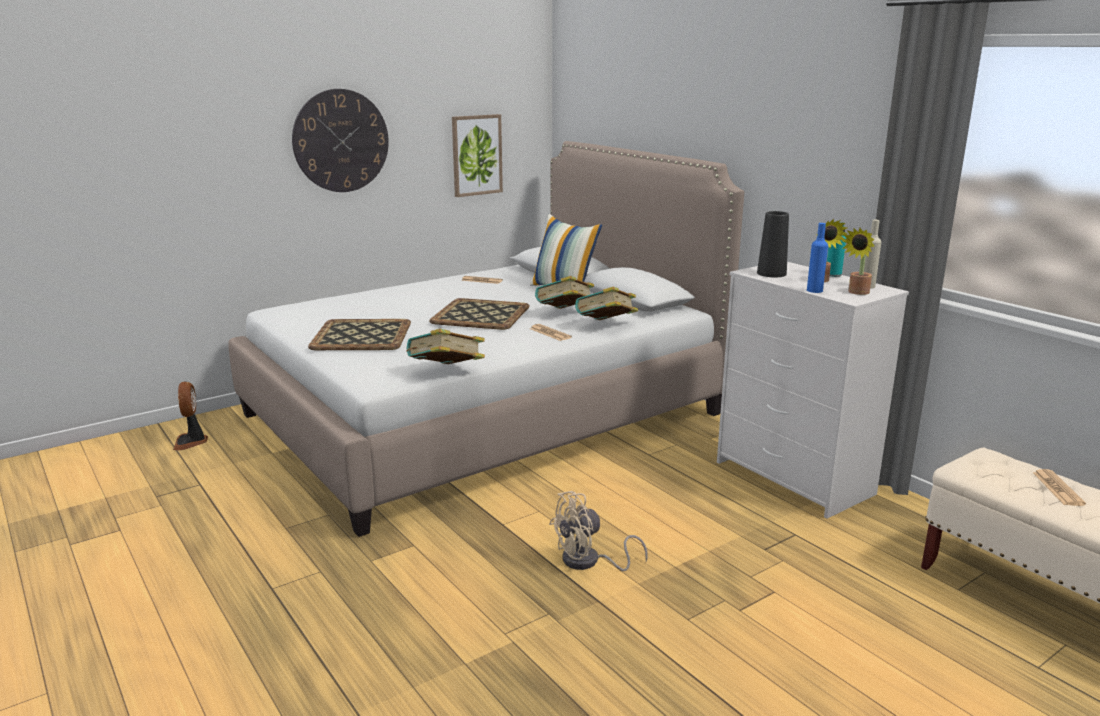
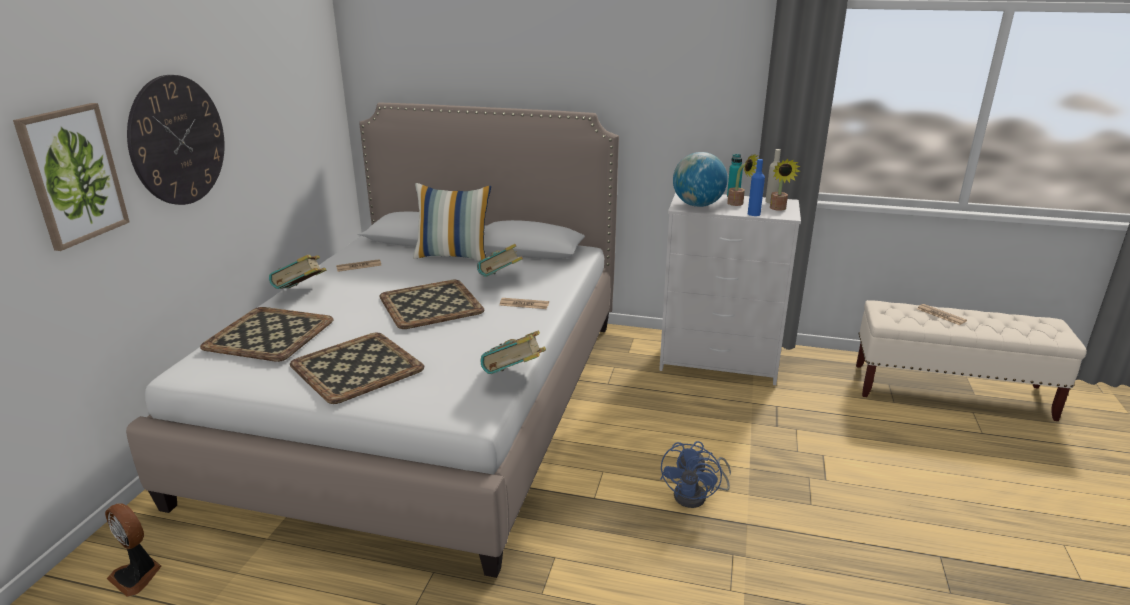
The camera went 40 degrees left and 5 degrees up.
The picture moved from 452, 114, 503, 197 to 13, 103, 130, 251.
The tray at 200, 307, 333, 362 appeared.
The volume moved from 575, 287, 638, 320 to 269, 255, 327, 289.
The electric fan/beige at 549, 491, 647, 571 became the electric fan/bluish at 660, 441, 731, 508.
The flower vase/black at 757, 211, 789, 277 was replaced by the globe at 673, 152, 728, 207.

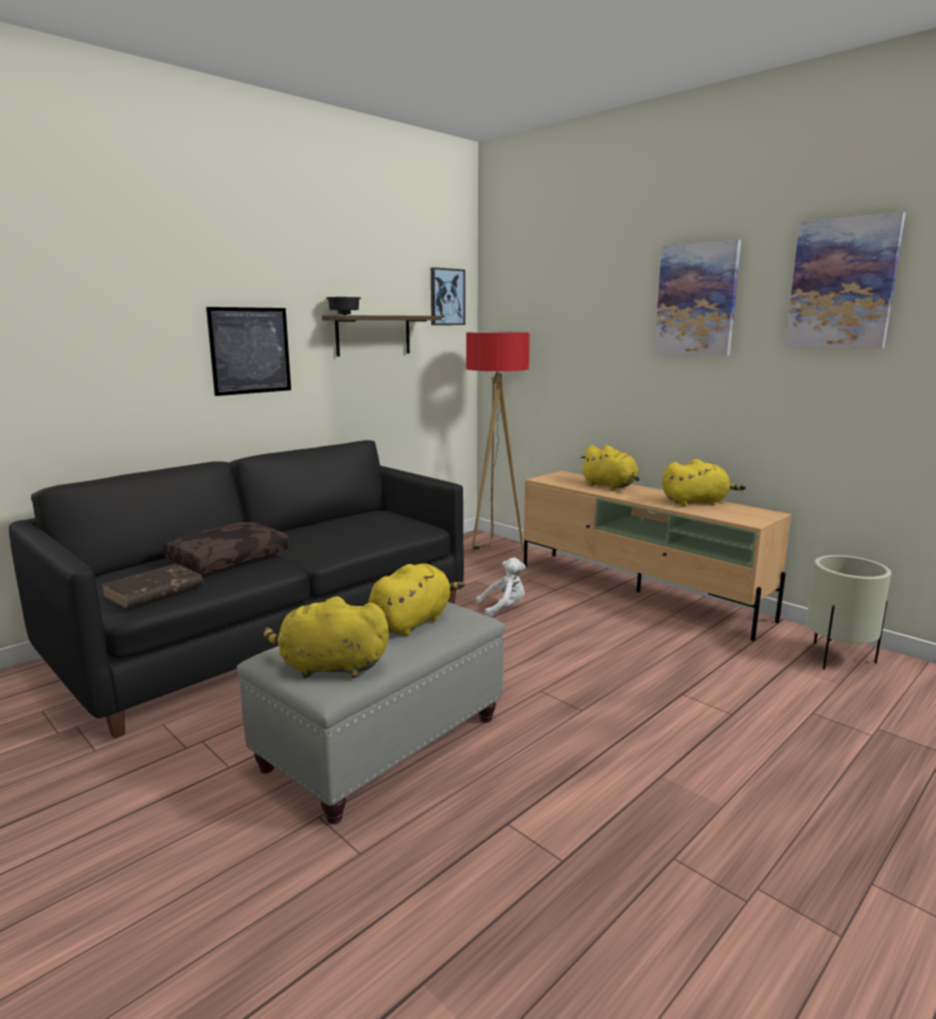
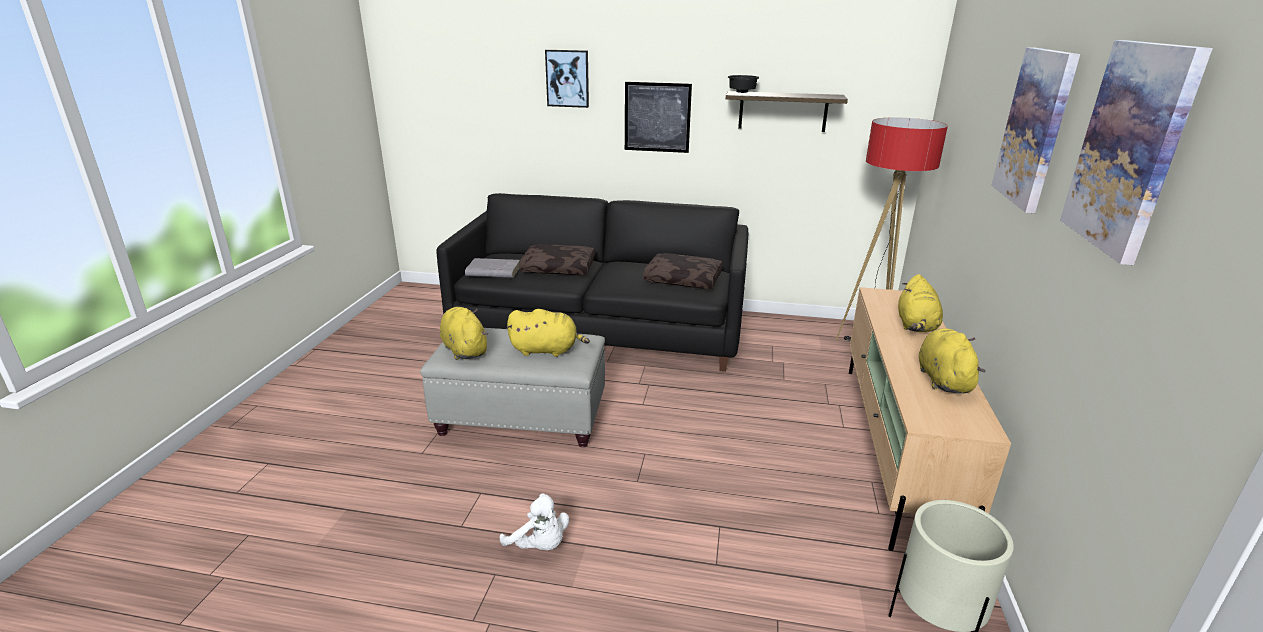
The camera went 55 degrees right and 10 degrees up.
The volume/brown at 101, 564, 203, 609 became the volume/grey at 465, 258, 520, 278.
The cuddly toy/white moved from 476, 558, 526, 617 to 500, 493, 569, 550.
The picture moved from 431, 267, 465, 325 to 545, 50, 589, 108.
The cushion/brown at 643, 253, 723, 289 appeared.
The cuddly toy/yellow at 662, 459, 746, 506 turned 135 degrees counterclockwise.

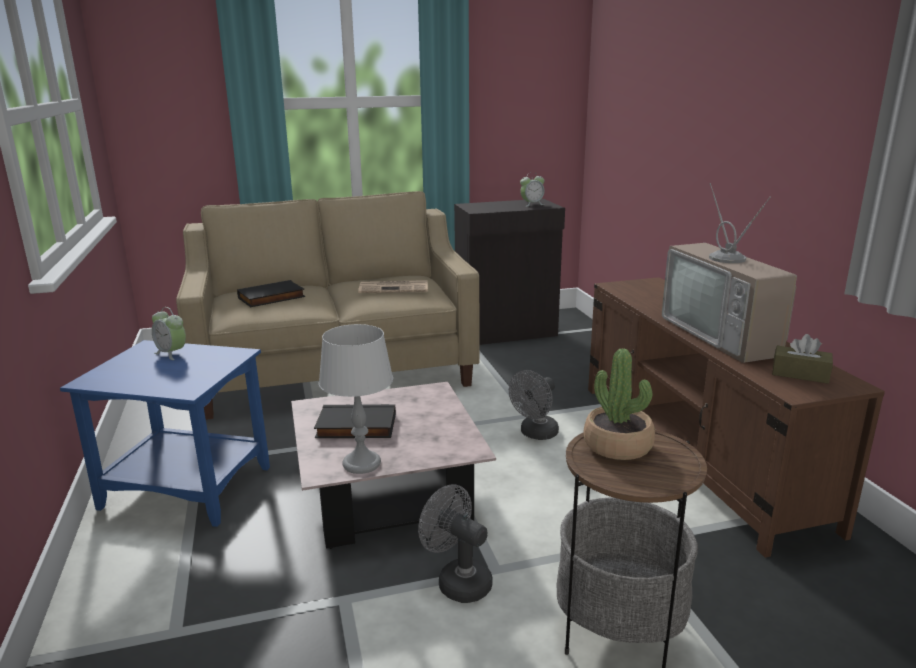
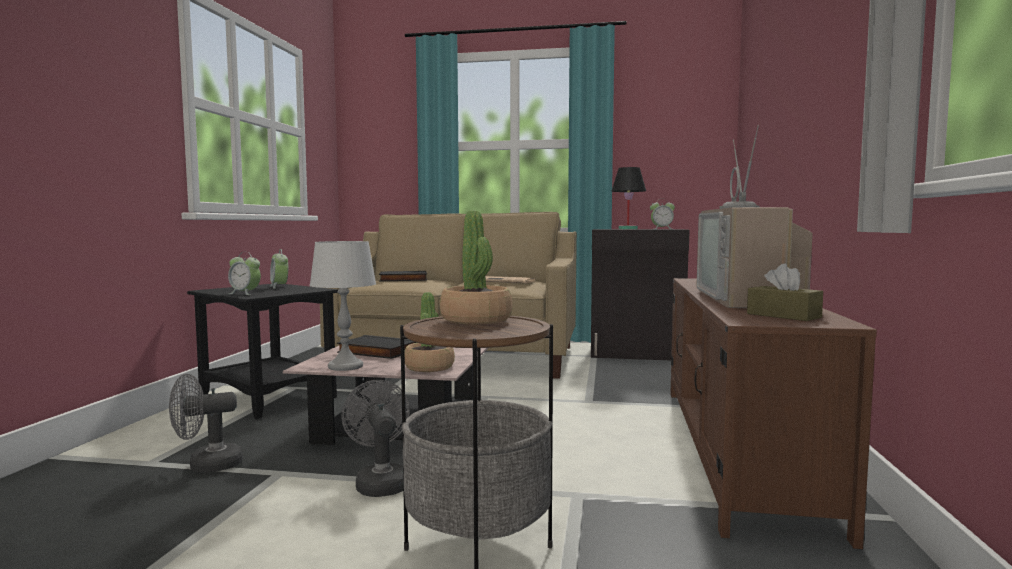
The camera went 25 degrees right and 15 degrees down.
The electric fan/grey moved from 509, 370, 559, 440 to 169, 374, 243, 473.
The side table/bluish at 60, 340, 270, 527 became the side table/black at 187, 284, 339, 419.
The table clock at 228, 252, 261, 295 appeared.
The potted plant at 405, 292, 455, 372 appeared.
The table lamp/black at 611, 167, 646, 229 appeared.

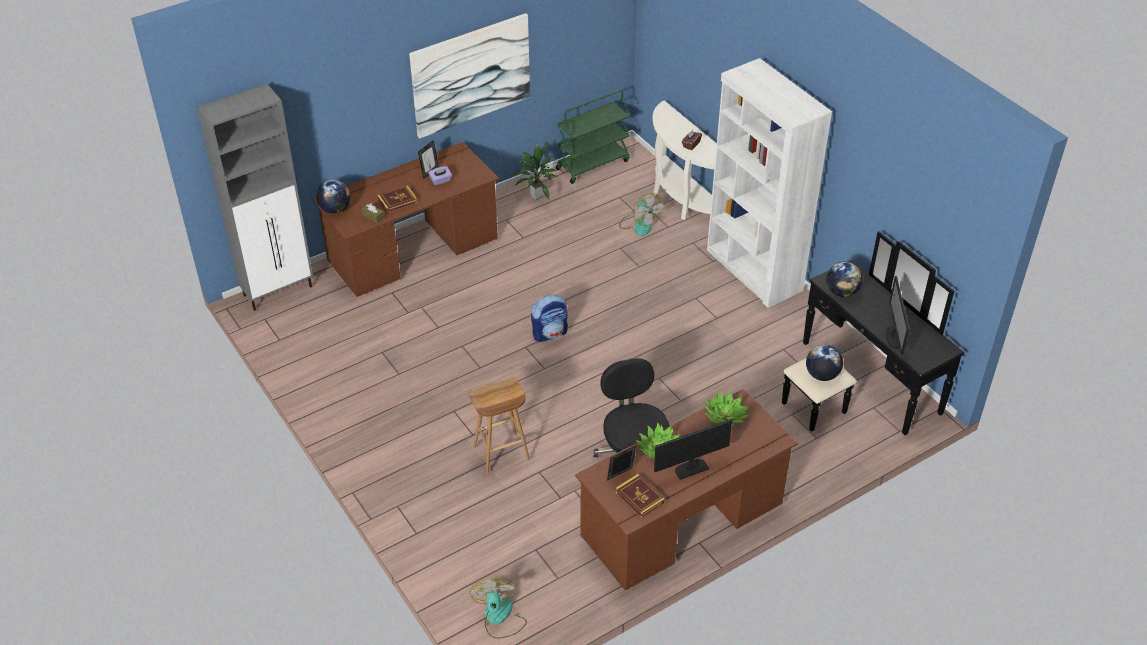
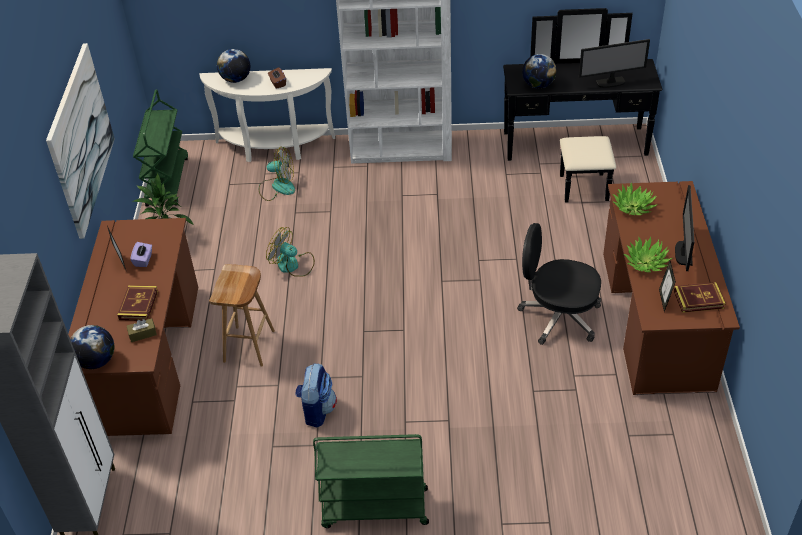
The camera went 55 degrees left and 0 degrees up.
The stool seat/brown moved from 468, 377, 530, 474 to 209, 264, 275, 367.
The globe moved from 806, 344, 843, 381 to 217, 49, 250, 83.
The electric fan moved from 469, 578, 527, 639 to 266, 227, 315, 277.
The knapsack moved from 531, 294, 568, 342 to 295, 363, 337, 427.
The cart/greenish at 313, 434, 429, 528 appeared.
The computer screen at 886, 276, 909, 355 turned 45 degrees counterclockwise.

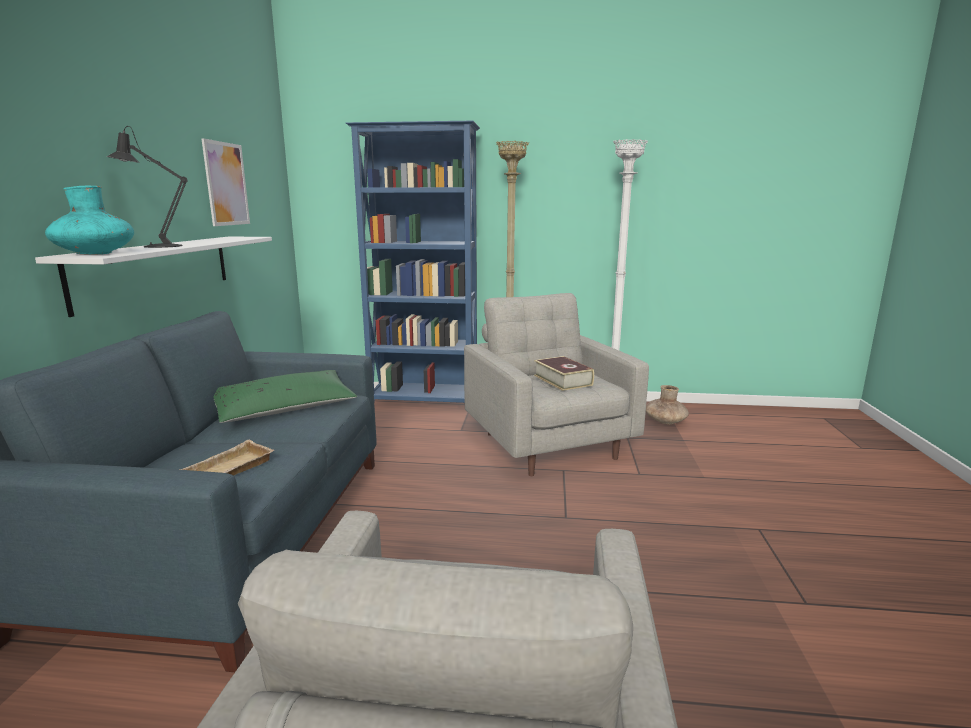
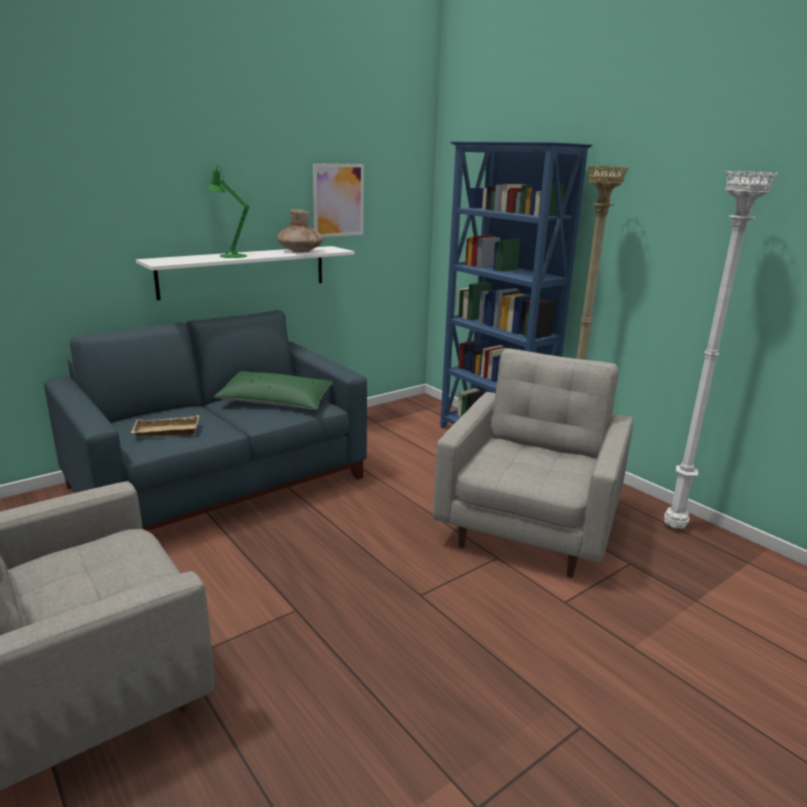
The camera went 45 degrees right and 5 degrees up.
The table lamp/black at 107, 126, 188, 248 became the table lamp/greenish at 205, 165, 249, 258.
The flower vase/brown moved from 646, 385, 689, 424 to 277, 209, 323, 253.
The flower vase/turquoise-coloured at 45, 186, 134, 255 disappeared.
The volume at 534, 356, 594, 391 disappeared.

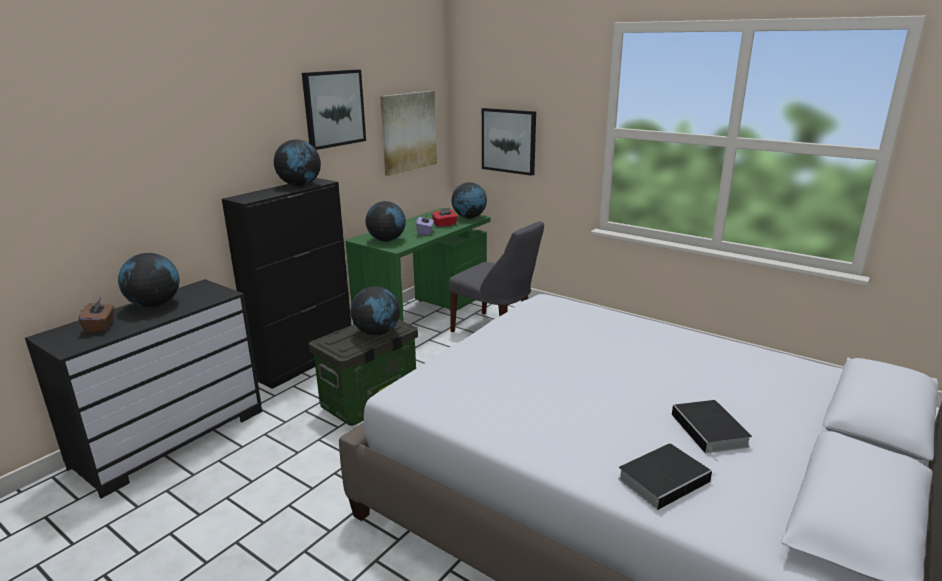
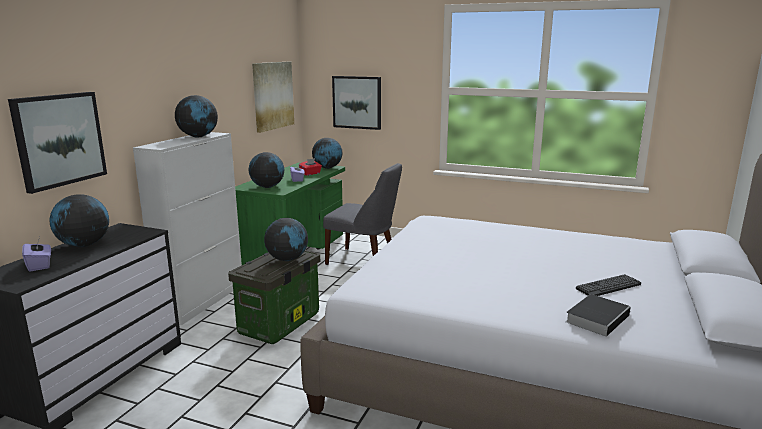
The camera went 15 degrees left and 5 degrees down.
The picture moved from 302, 69, 366, 150 to 8, 92, 107, 194.
The tissue holder/brown at 78, 298, 114, 334 became the tissue holder/purplish at 22, 237, 51, 271.
The cabinet/black at 222, 178, 352, 389 became the cabinet/white at 133, 132, 242, 325.
The volume at 672, 400, 752, 461 was replaced by the keyboard at 576, 274, 641, 296.

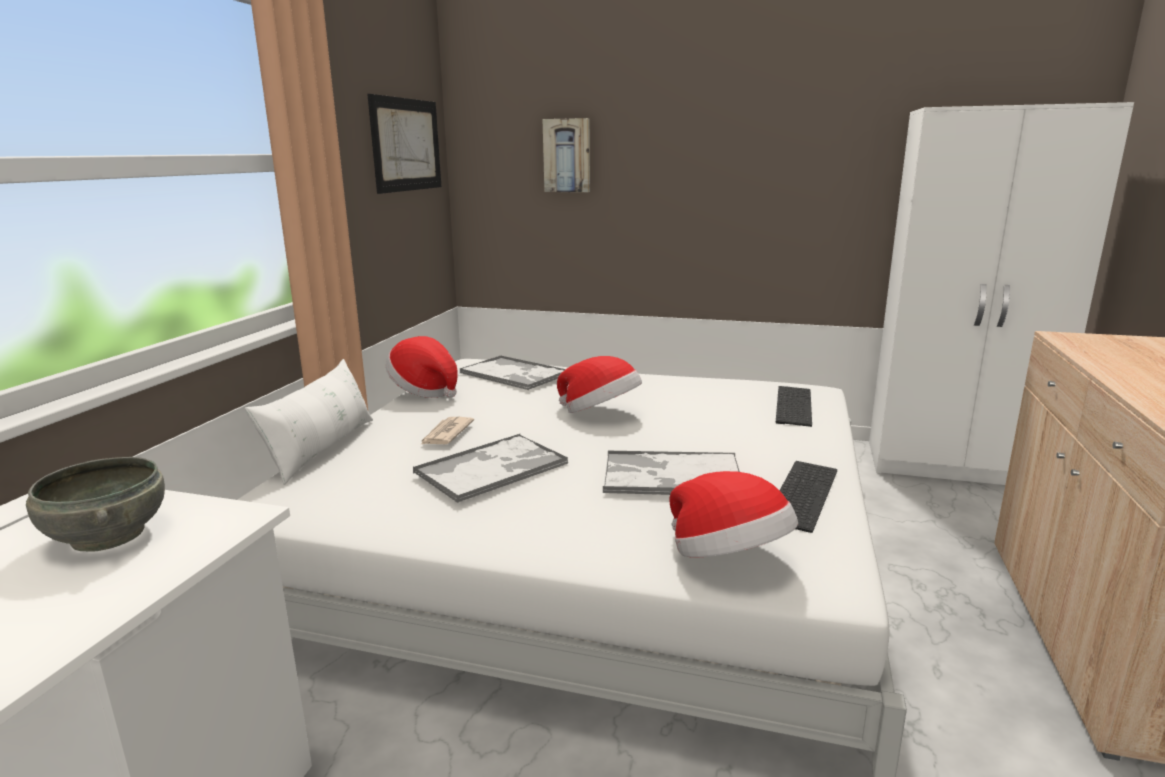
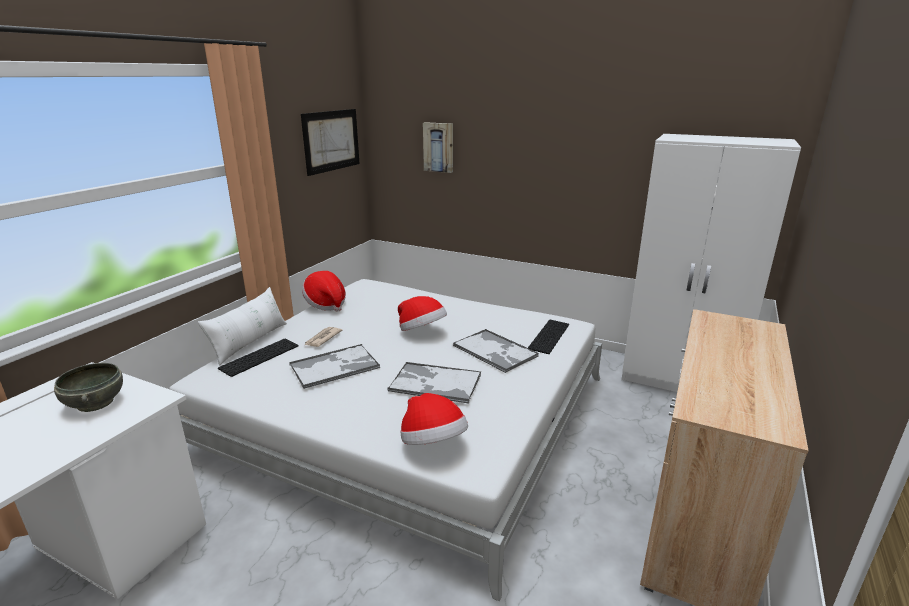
The camera went 10 degrees right and 5 degrees up.
The keyboard moved from 780, 461, 837, 533 to 218, 339, 299, 377.
The tray moved from 460, 355, 565, 390 to 453, 329, 539, 373.

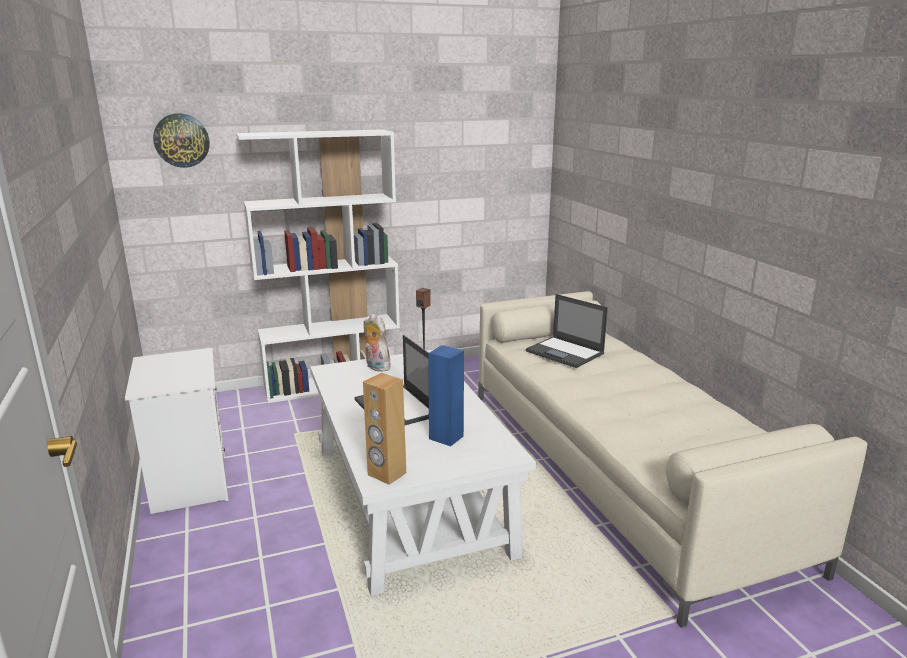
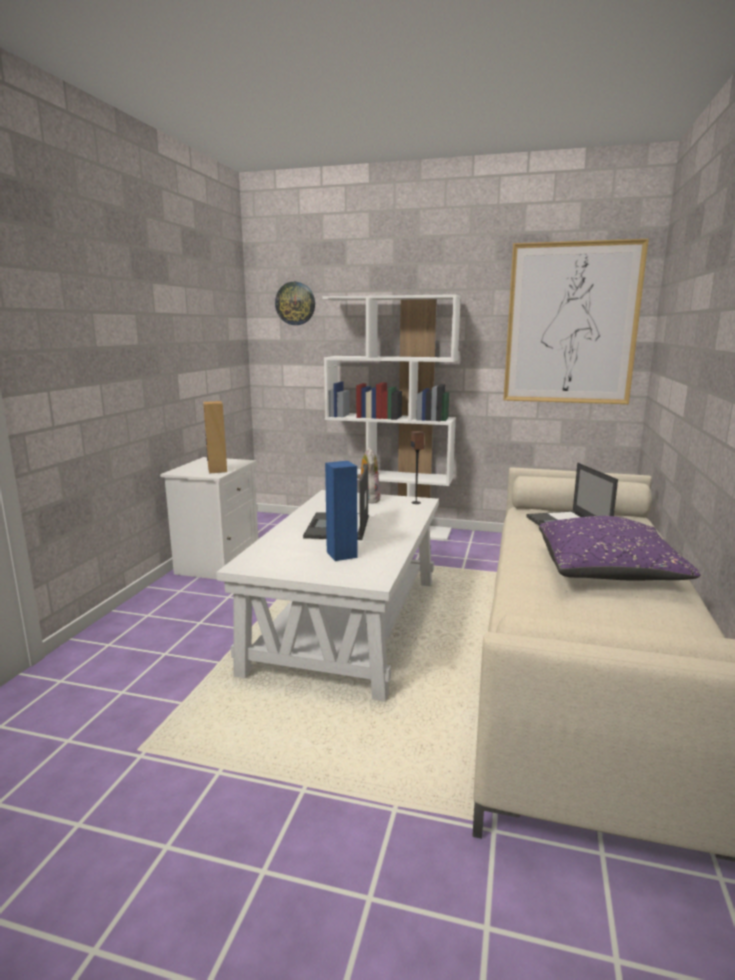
The camera went 35 degrees right and 5 degrees down.
The speaker/brown moved from 363, 373, 406, 485 to 203, 401, 227, 474.
The picture at 503, 239, 649, 404 appeared.
The cushion/purplish at 539, 516, 701, 581 appeared.

